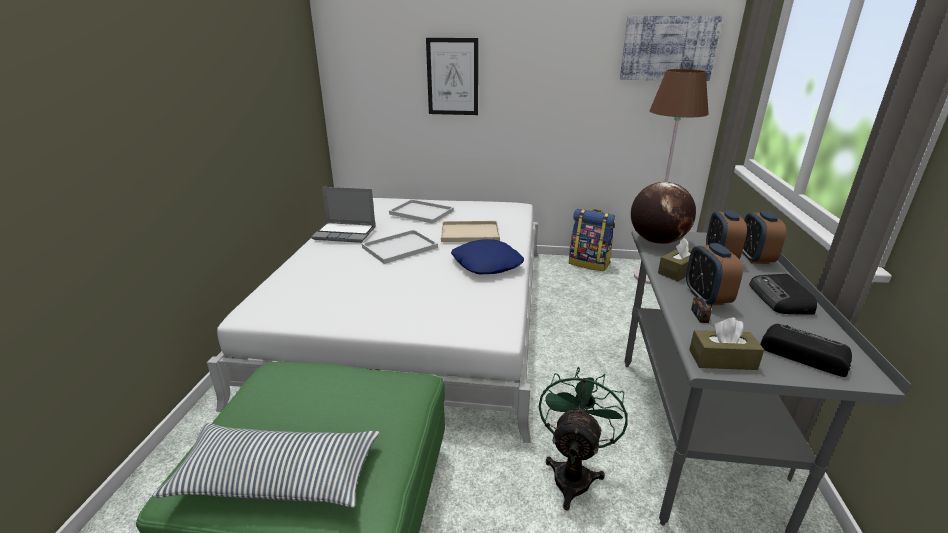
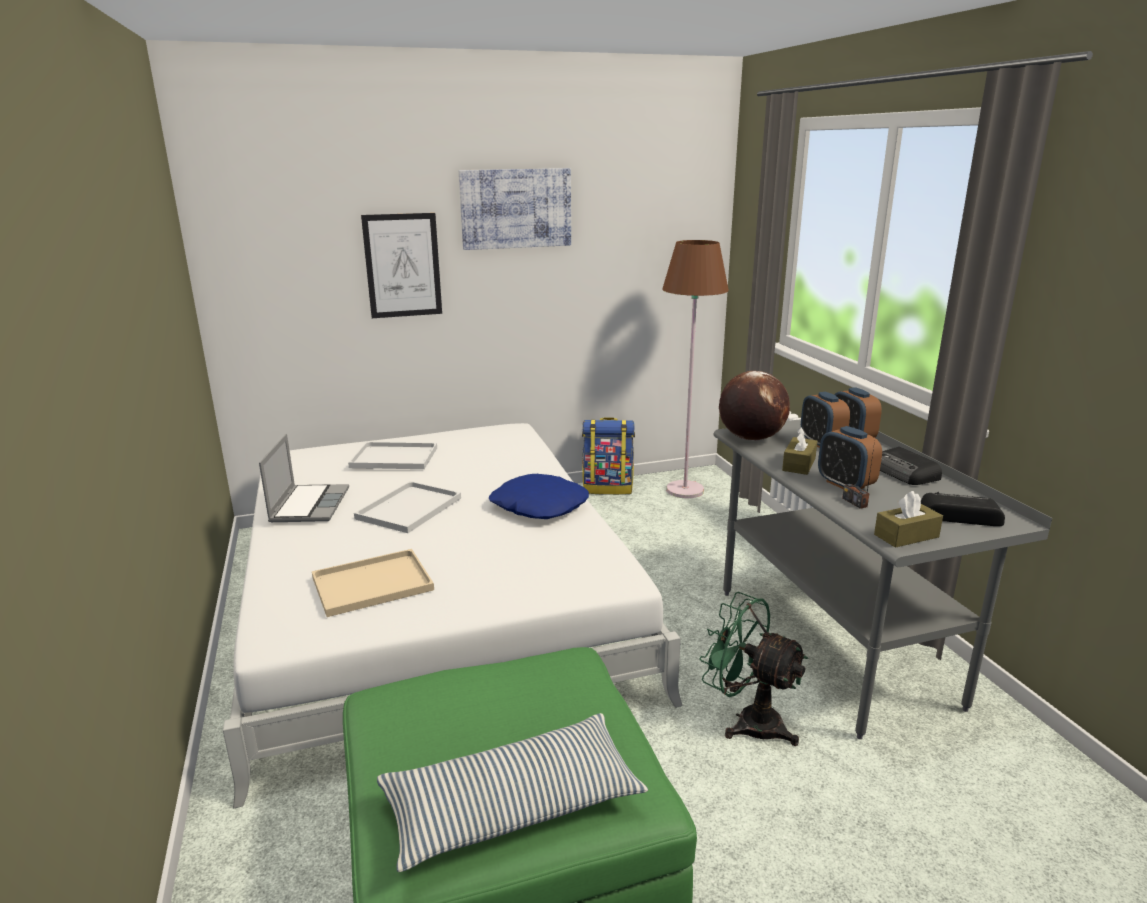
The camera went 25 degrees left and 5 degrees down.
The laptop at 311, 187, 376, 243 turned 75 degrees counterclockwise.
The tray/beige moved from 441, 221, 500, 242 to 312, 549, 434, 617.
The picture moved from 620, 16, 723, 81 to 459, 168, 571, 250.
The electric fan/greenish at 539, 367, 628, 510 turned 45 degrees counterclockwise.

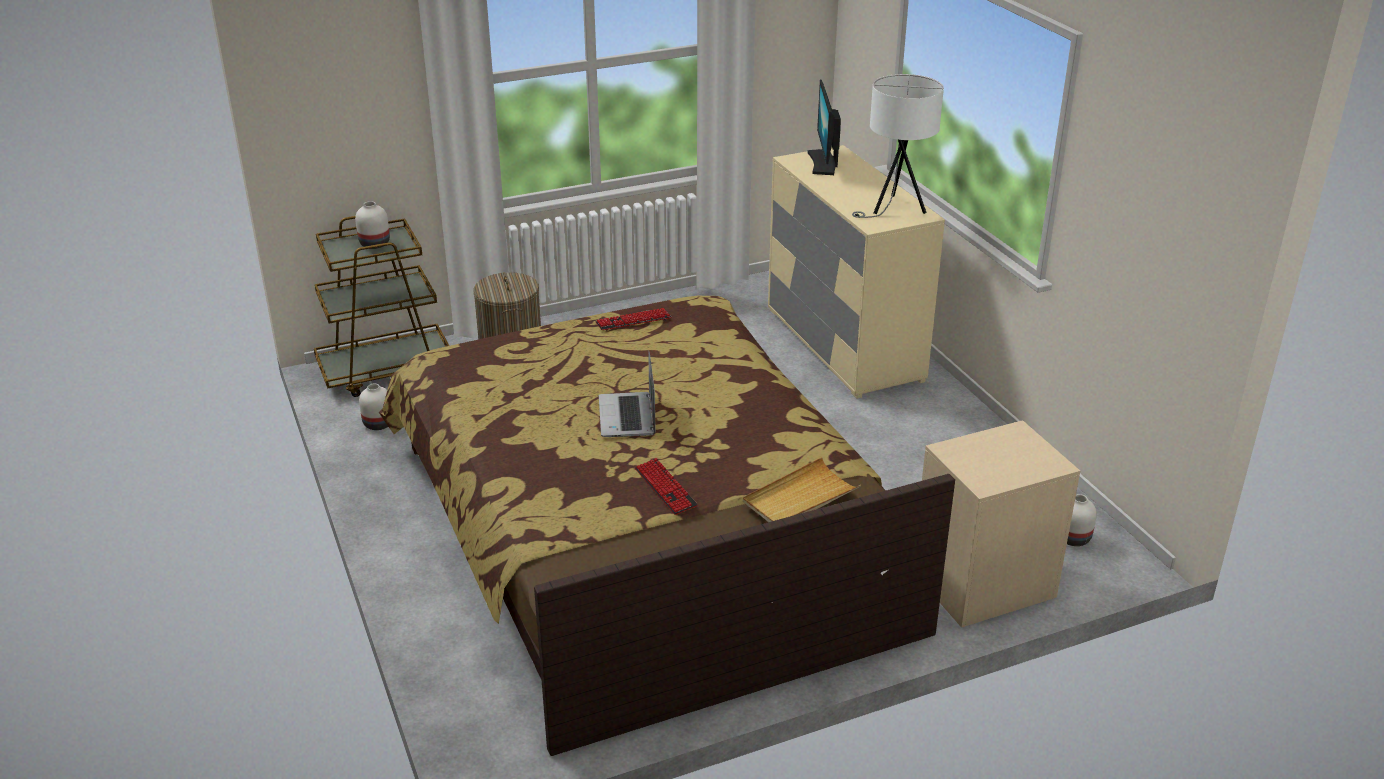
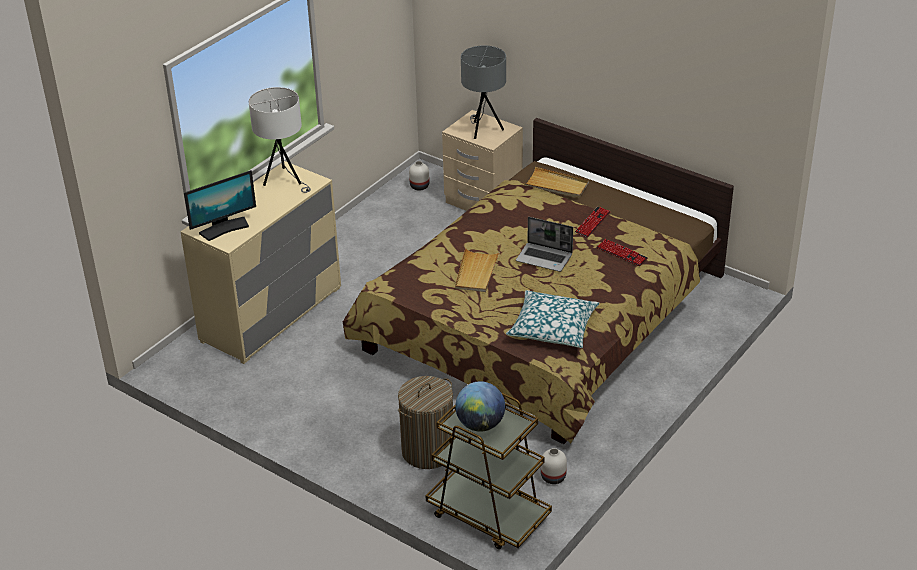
The camera went 120 degrees left and 5 degrees up.
The tray/beige at 455, 247, 500, 292 appeared.
The flower vase/white at 355, 201, 390, 249 was replaced by the globe at 455, 381, 505, 432.
The table lamp/grey at 461, 45, 506, 139 appeared.
The cushion at 506, 290, 599, 348 appeared.
The laptop at 599, 351, 655, 437 turned 60 degrees clockwise.
The keyboard moved from 595, 308, 671, 331 to 596, 239, 648, 266.

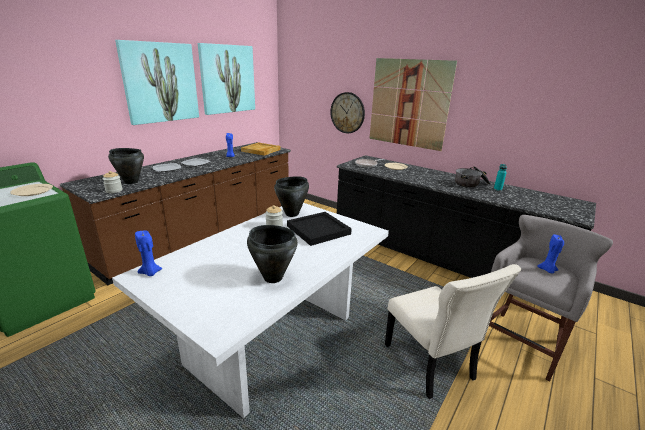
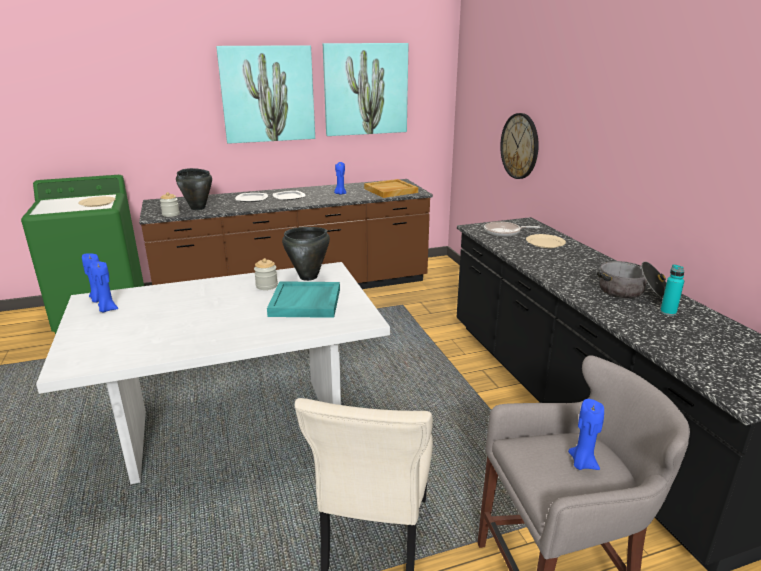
The camera went 35 degrees right and 0 degrees up.
The wax light/bluish at 90, 261, 118, 312 appeared.
The tray/black at 287, 212, 352, 246 became the tray/turquoise-coloured at 267, 281, 340, 318.
The saucepot/black at 247, 225, 298, 283 disappeared.
The picture at 369, 58, 457, 151 disappeared.

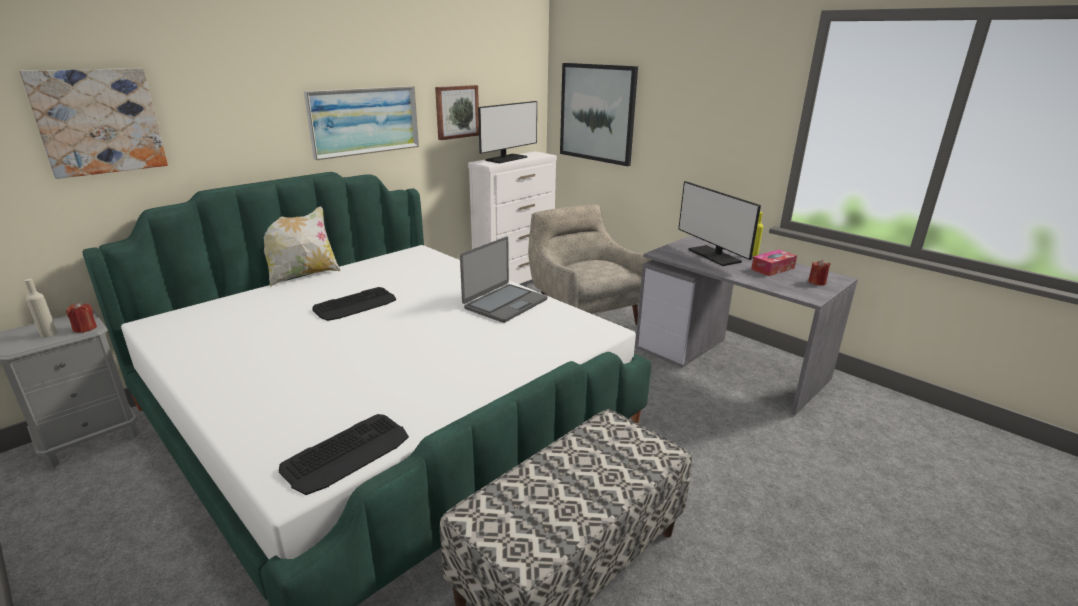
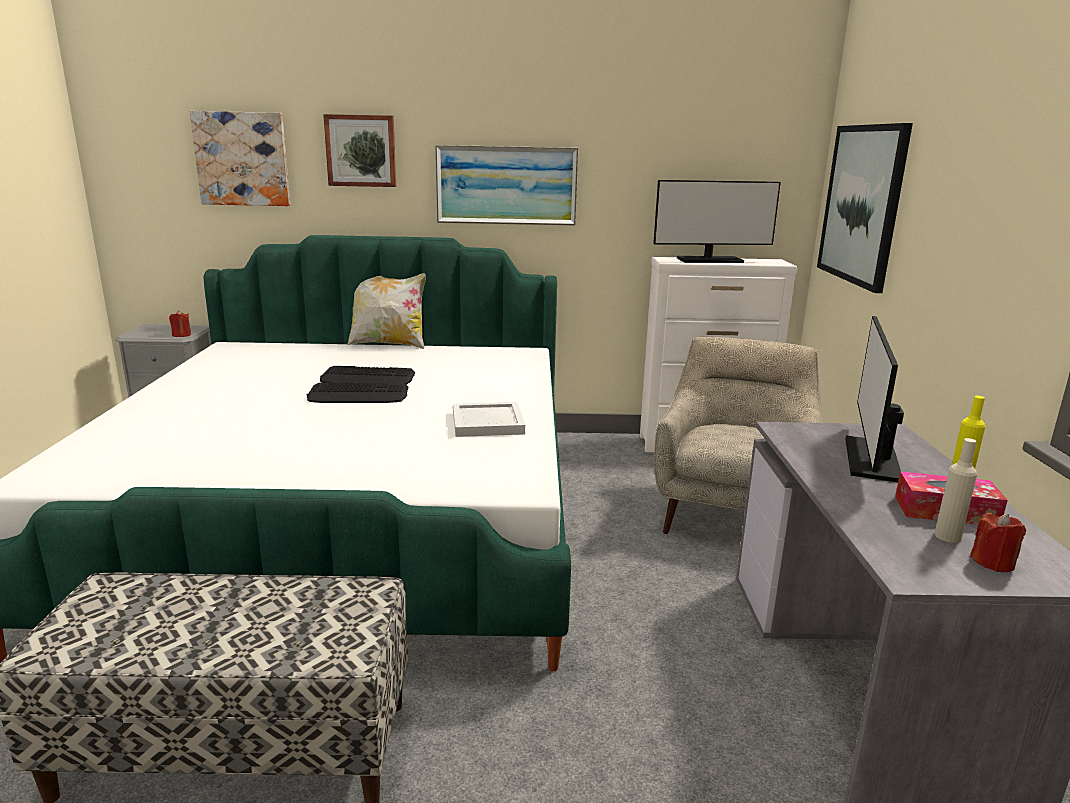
The camera went 45 degrees right and 5 degrees down.
The keyboard moved from 279, 414, 409, 495 to 307, 382, 408, 403.
The picture moved from 435, 85, 479, 140 to 323, 114, 396, 187.
The laptop at 460, 237, 547, 323 was replaced by the tray/white at 453, 402, 525, 437.
The drink bottle/beige moved from 24, 279, 58, 338 to 935, 438, 977, 543.

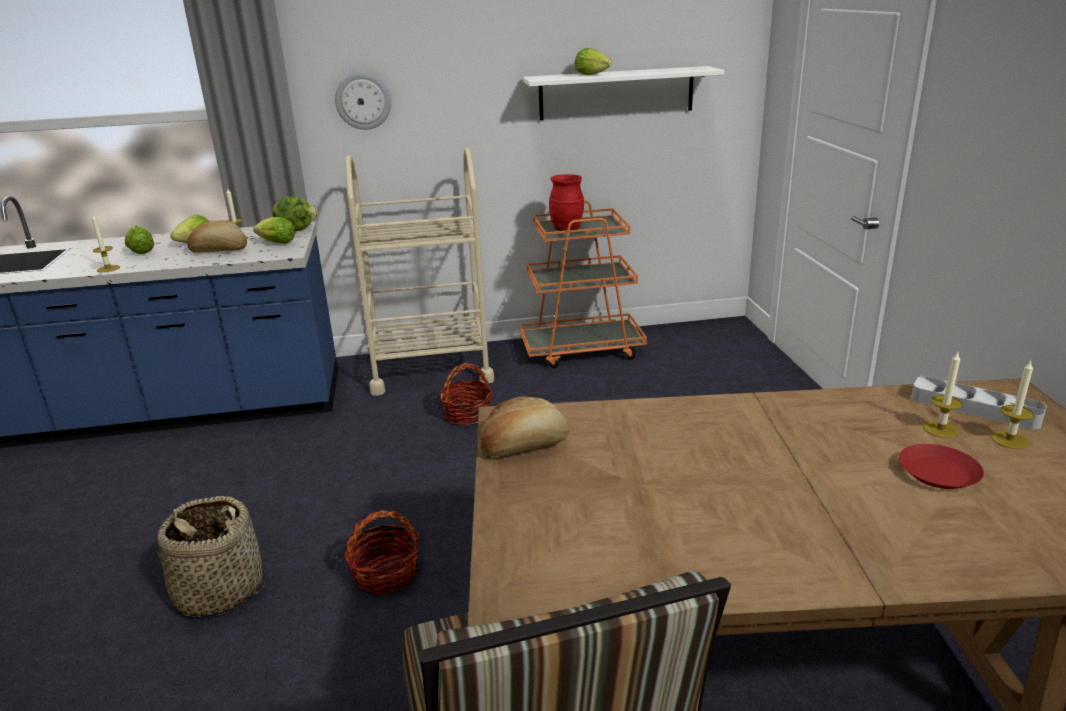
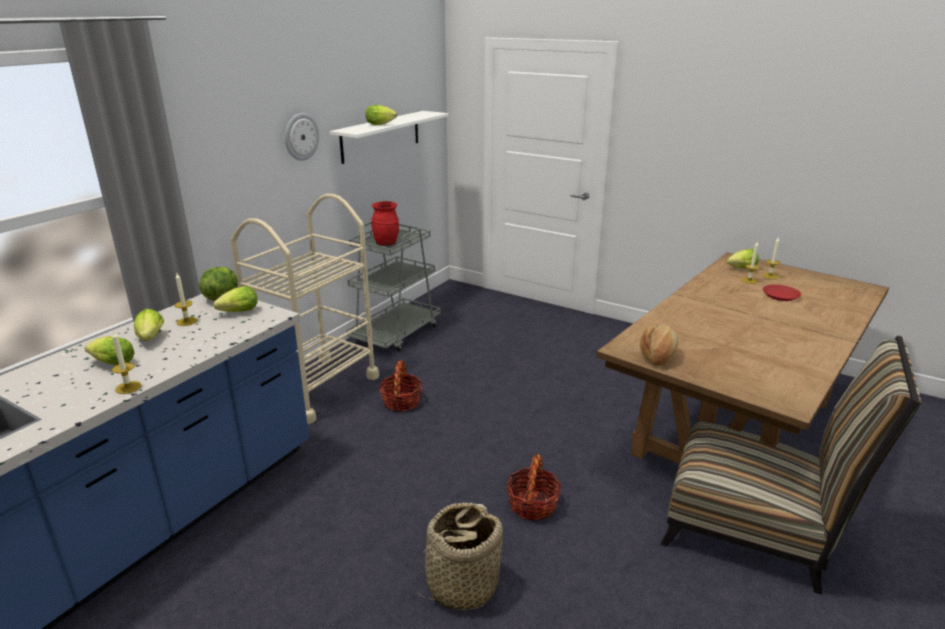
The camera went 50 degrees left and 0 degrees up.
The clock on the wall moved from 335, 72, 391, 130 to 285, 113, 319, 161.
The cart/orange-coloured at 519, 200, 647, 368 became the cart/grey at 346, 222, 441, 351.
The tray/grey at 911, 376, 1047, 429 was replaced by the lettuce head at 726, 249, 759, 269.
The bakery bread at 187, 220, 247, 252 disappeared.

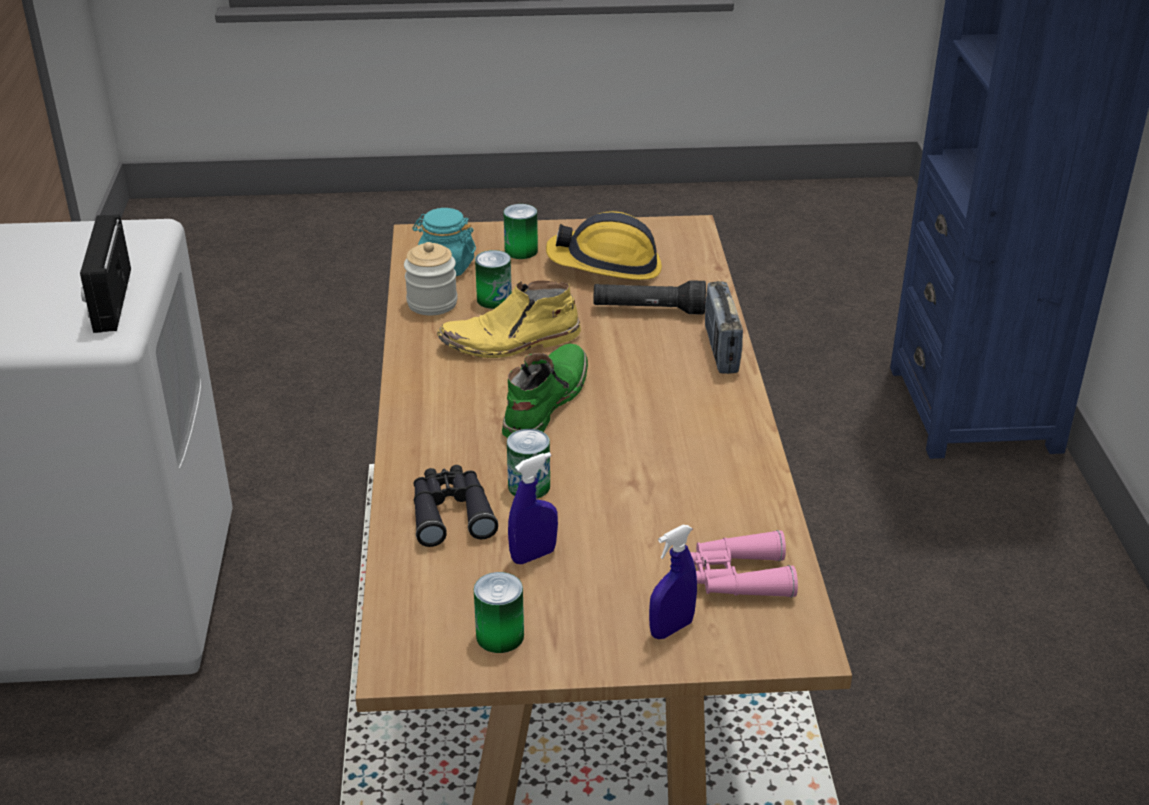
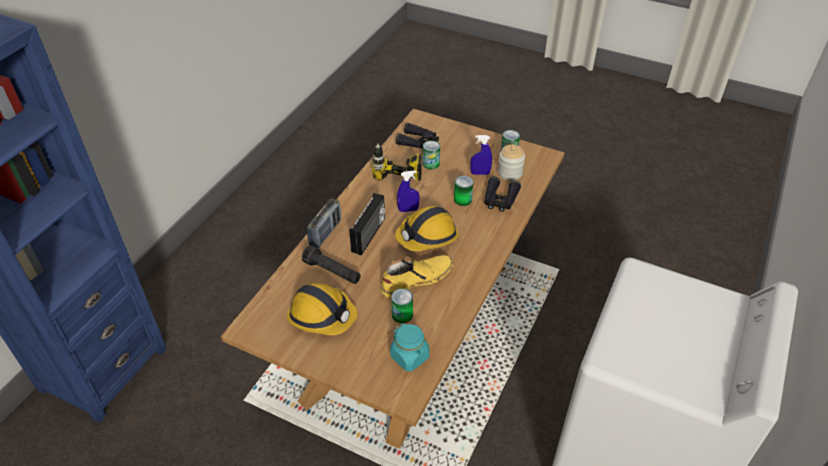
The camera went 150 degrees left and 10 degrees up.
The radio receiver moved from 80, 215, 131, 333 to 349, 193, 385, 256.
The power drill at 372, 143, 422, 195 appeared.
The boot/yellow at 437, 281, 581, 358 turned 45 degrees counterclockwise.
The boot/greenish at 502, 344, 588, 438 was replaced by the safety helmet at 395, 206, 459, 251.
The pair of binoculars/pink at 690, 530, 798, 598 became the pair of binoculars/black at 396, 123, 439, 148.
The spray bottle/bluish moved from 649, 525, 697, 639 to 397, 171, 420, 212.
The can moved from 503, 204, 538, 259 to 423, 140, 440, 169.
The preserve jar moved from 404, 242, 457, 315 to 498, 145, 525, 181.

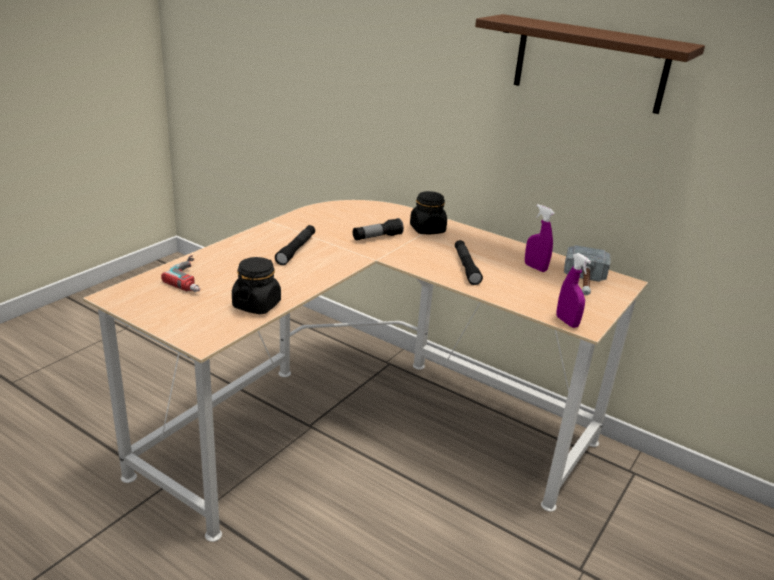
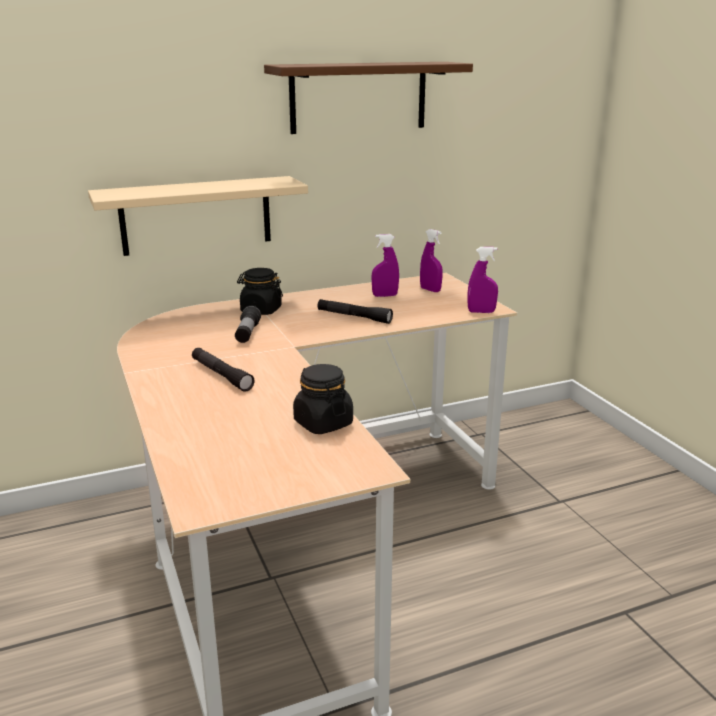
The camera went 55 degrees left and 5 degrees down.
The bracket shelf/beige at 88, 176, 308, 256 appeared.
The hand hammer at 564, 245, 611, 295 was replaced by the spray bottle/purplish at 420, 229, 443, 292.
The power drill at 161, 255, 200, 292 disappeared.

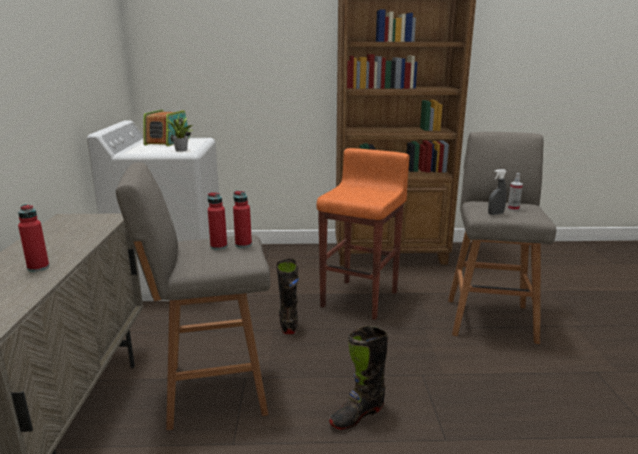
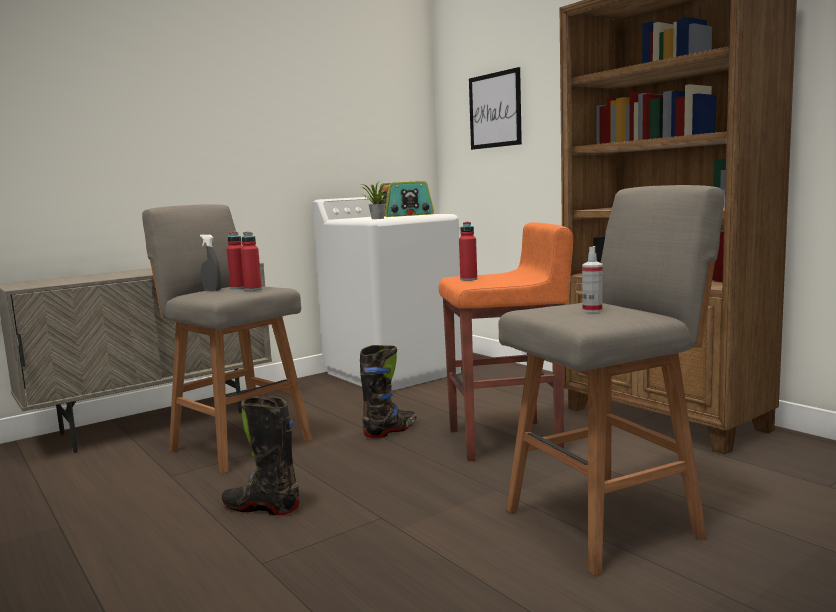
The camera went 55 degrees right and 10 degrees down.
The spray bottle/grey moved from 488, 169, 507, 215 to 200, 234, 222, 291.
The drink bottle/reddish moved from 18, 204, 49, 272 to 459, 222, 477, 281.
The picture at 469, 67, 522, 150 appeared.

